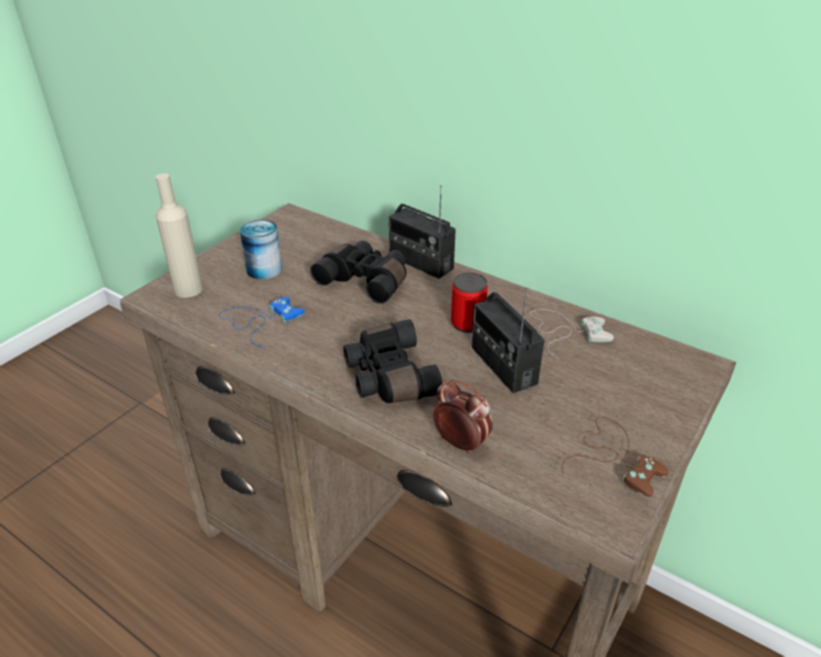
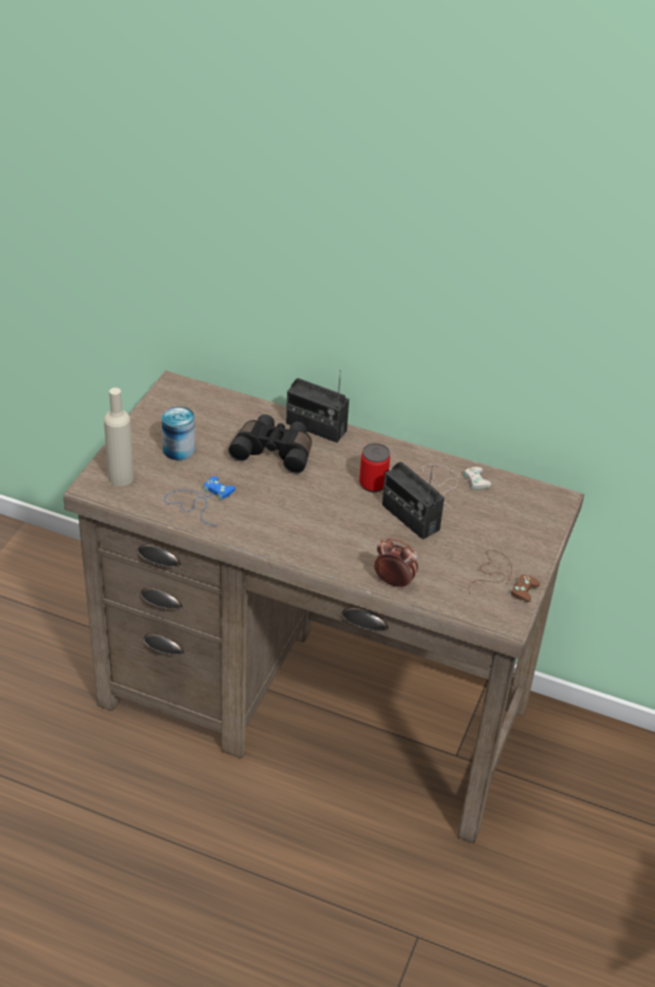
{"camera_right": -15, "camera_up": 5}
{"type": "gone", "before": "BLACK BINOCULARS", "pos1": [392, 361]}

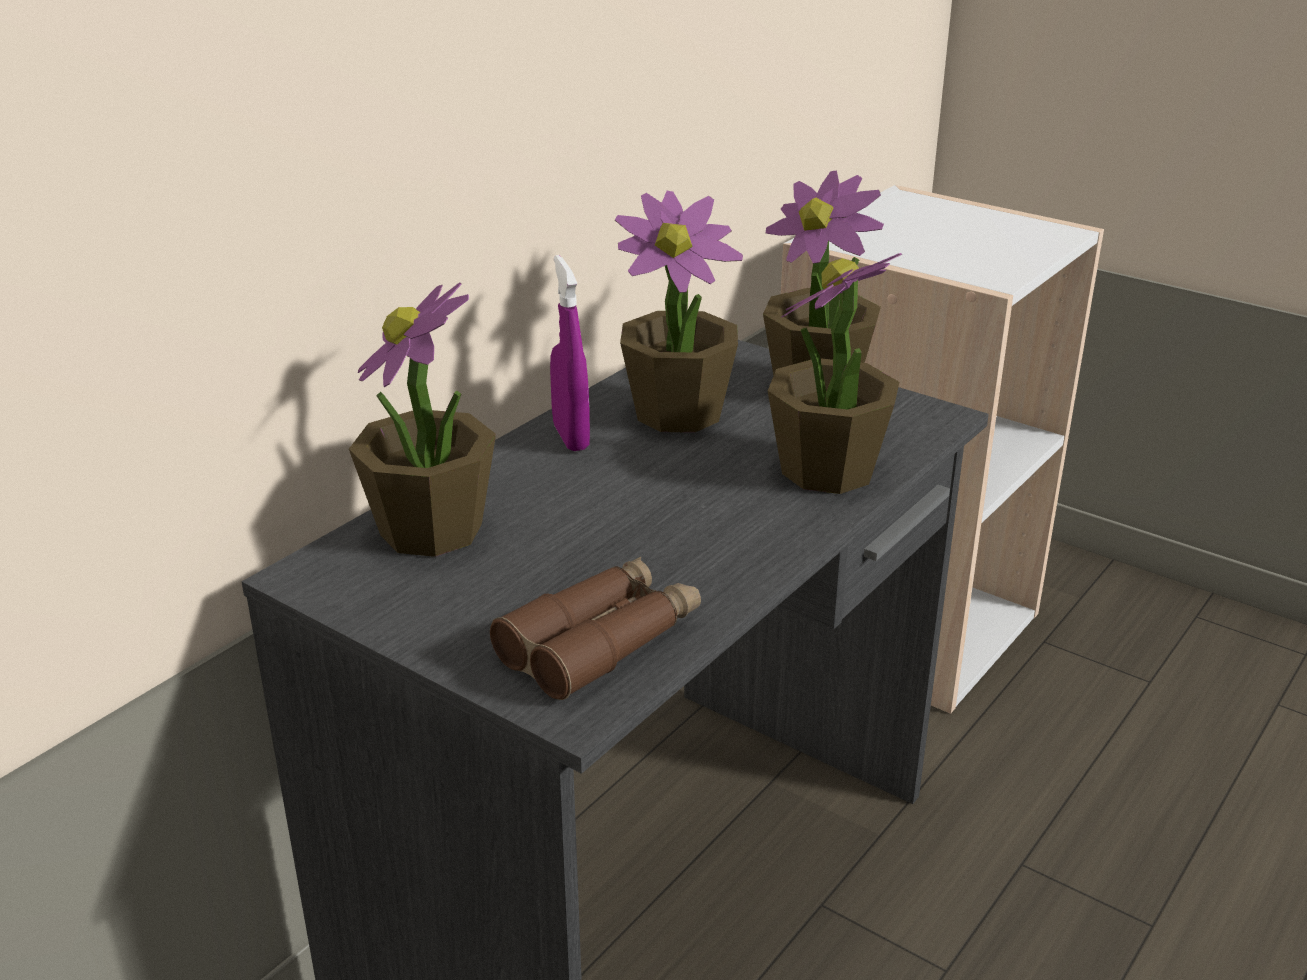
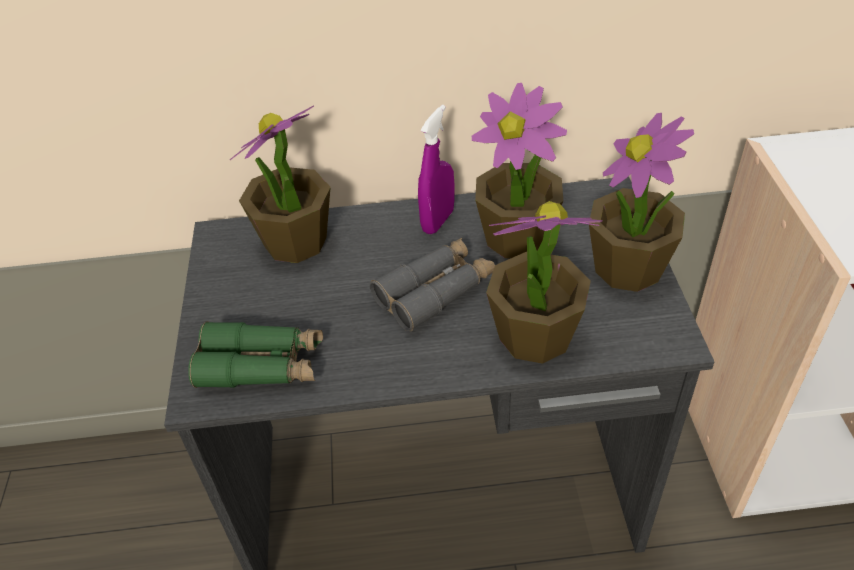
{"camera_right": 50, "camera_up": 15}
{"type": "repainted", "before": "BROWN BINOCULARS", "after": "GREEN BINOCULARS", "pos1": [595, 628], "pos2": [255, 354]}
{"type": "new", "after": "GREY BINOCULARS", "pos2": [432, 284]}

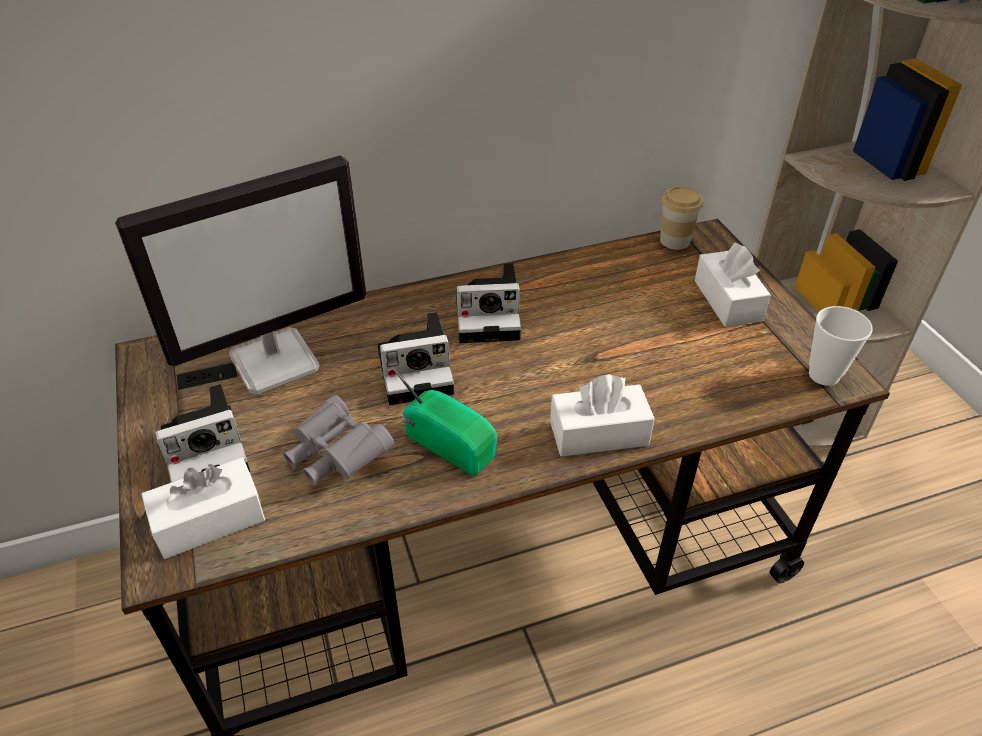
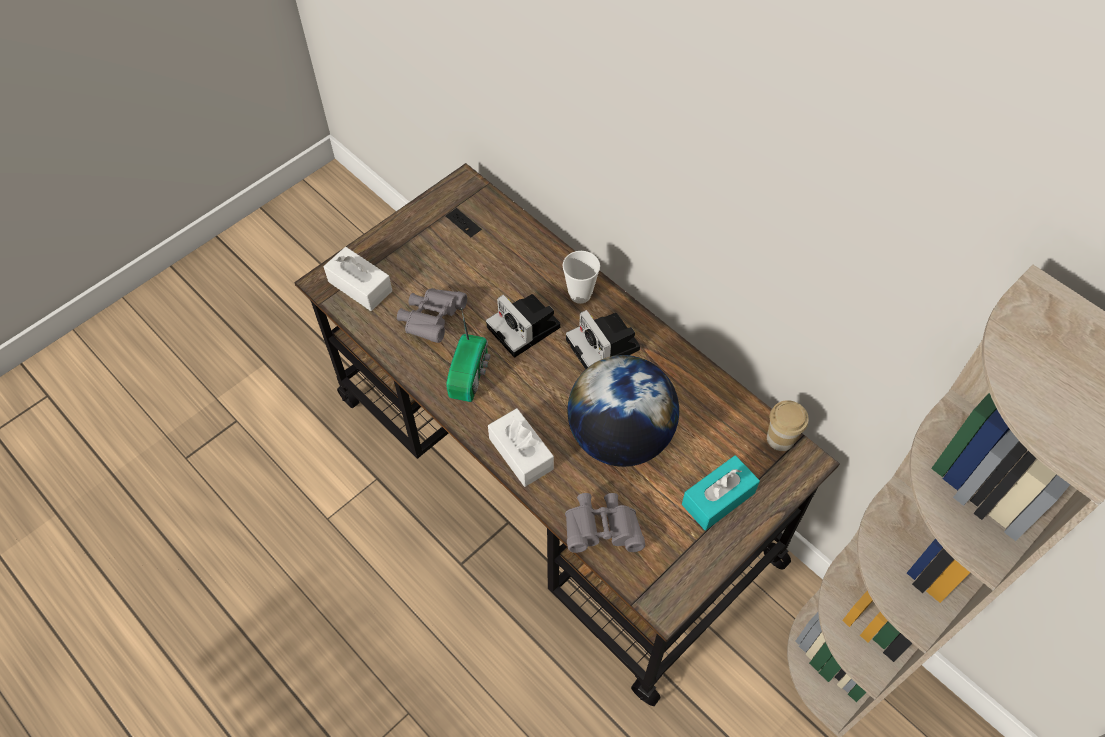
{"camera_right": 65, "camera_up": 15}
{"type": "shifted", "before": "CUP", "pos1": [841, 346], "pos2": [581, 277]}
{"type": "new", "after": "GREY BINOCULARS", "pos2": [605, 523]}
{"type": "new", "after": "GLOBE", "pos2": [623, 411]}
{"type": "repainted", "before": "WHITE TISSUE BOX", "after": "TURQUOISE TISSUE BOX", "pos1": [733, 285], "pos2": [721, 493]}
{"type": "gone", "before": "MONITOR", "pos1": [240, 274]}
{"type": "gone", "before": "PHOTO CAMERA", "pos1": [202, 433]}

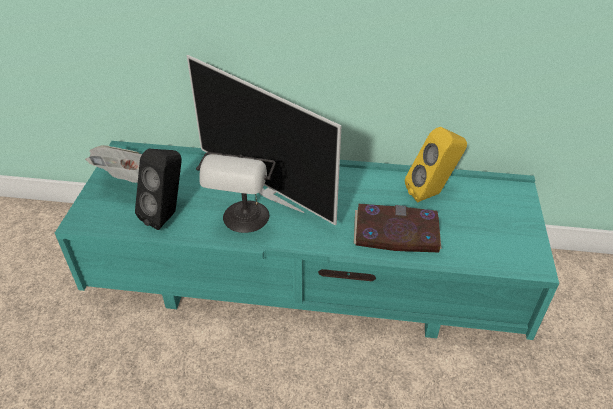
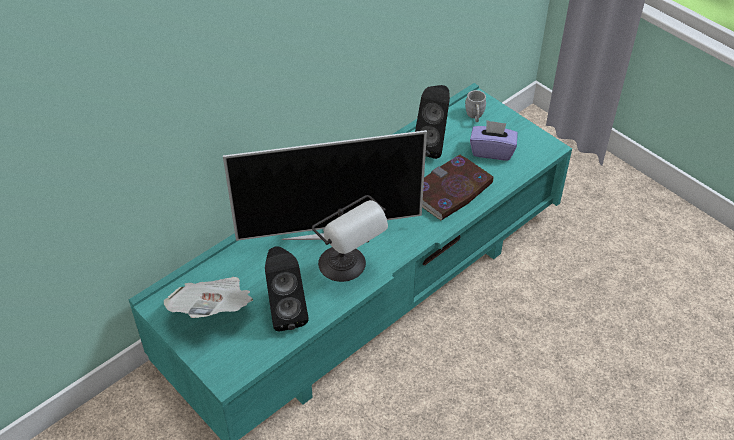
{"camera_right": -50, "camera_up": 5}
{"type": "repainted", "before": "YELLOW SPEAKER", "after": "BLACK SPEAKER", "pos1": [436, 164], "pos2": [432, 122]}
{"type": "new", "after": "GREY MUG", "pos2": [475, 106]}
{"type": "new", "after": "PURPLE TISSUE BOX", "pos2": [494, 140]}

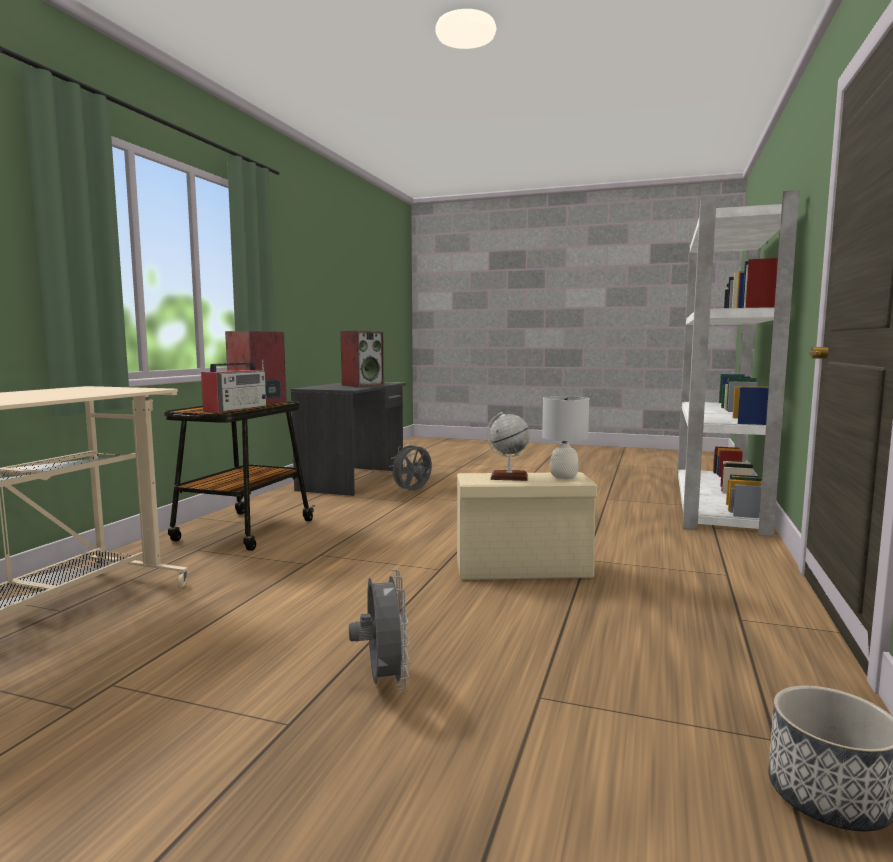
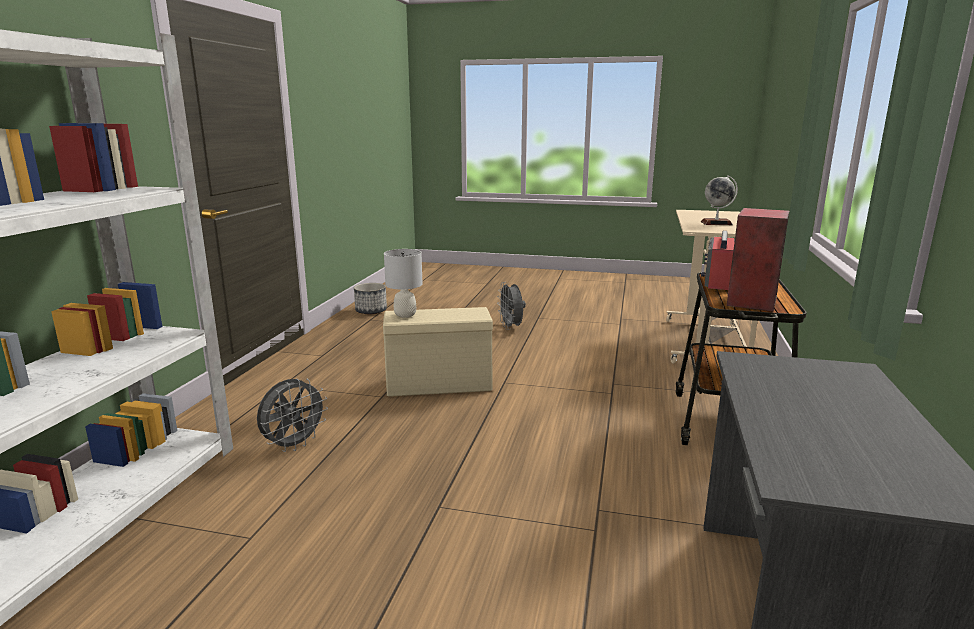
{"camera_right": 175, "camera_up": 10}
{"type": "shifted", "before": "GREY FAN", "pos1": [410, 467], "pos2": [292, 415]}
{"type": "shifted", "before": "GLOBE", "pos1": [508, 446], "pos2": [719, 200]}
{"type": "gone", "before": "SPEAKER", "pos1": [362, 359]}

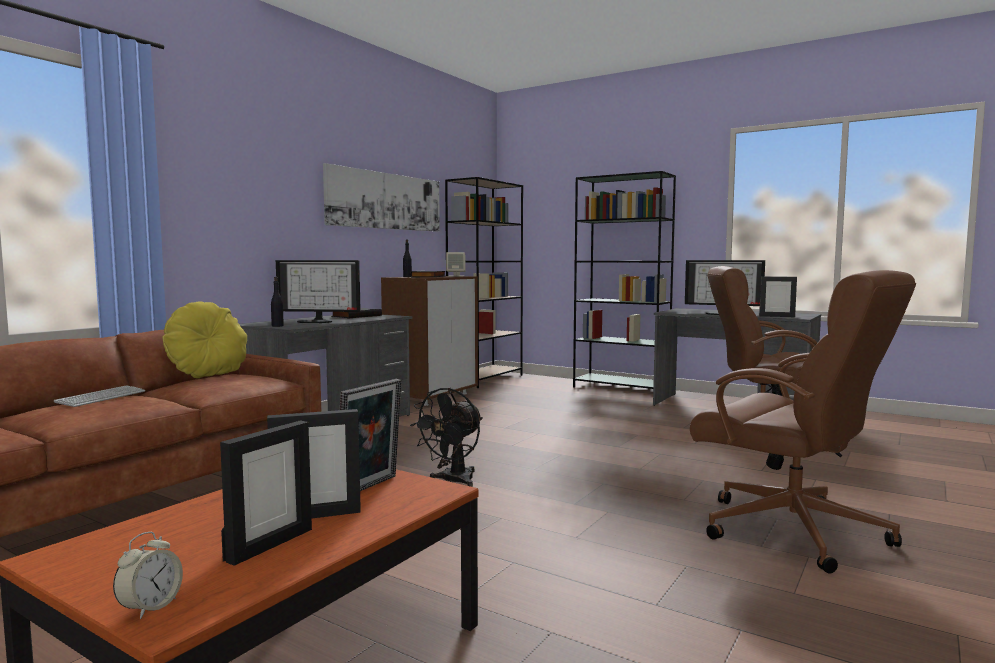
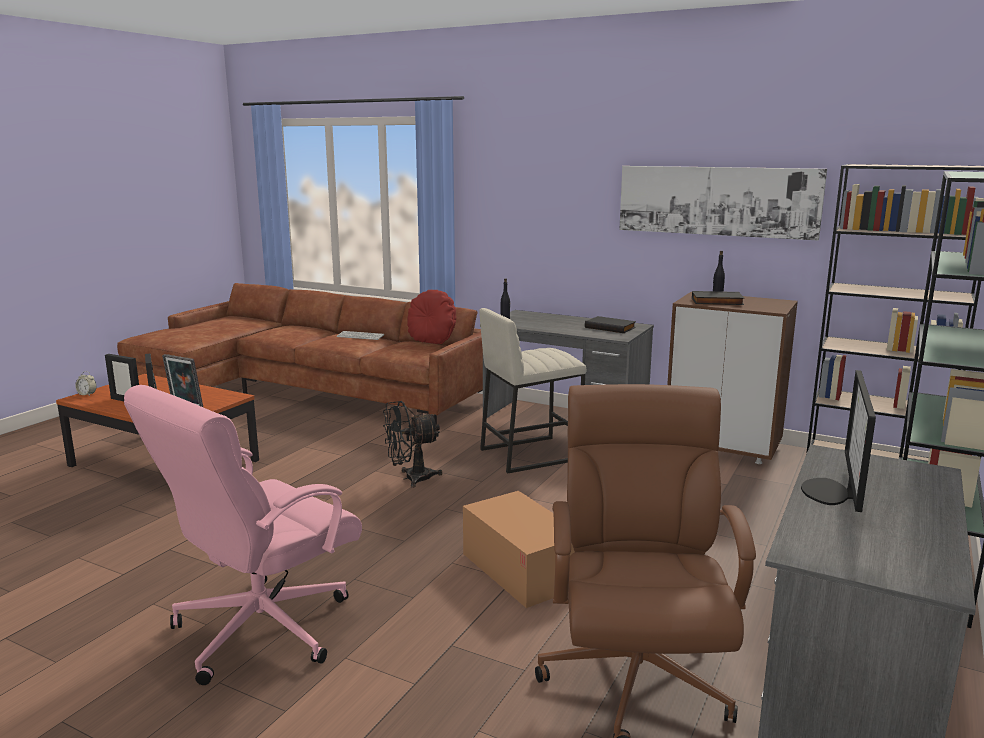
{"camera_right": 85, "camera_up": 10}
{"type": "repainted", "before": "BROWN OFFICE CHAIR", "after": "PINK OFFICE CHAIR", "pos1": [803, 421], "pos2": [243, 535]}
{"type": "rotated", "before": "BLACK FAN", "pos1": [446, 437], "pos2": [412, 444], "turn": -45}
{"type": "repainted", "before": "YELLOW PILLOW", "after": "RED PILLOW", "pos1": [204, 339], "pos2": [431, 317]}
{"type": "new", "after": "CARDBOARD BOX", "pos2": [519, 549]}
{"type": "new", "after": "BEIGE STOOL", "pos2": [532, 391]}
{"type": "gone", "before": "MONITOR", "pos1": [318, 291]}
{"type": "gone", "before": "BEIGE SPEAKER", "pos1": [456, 264]}
{"type": "gone", "before": "PICTURE FRAME", "pos1": [778, 296]}

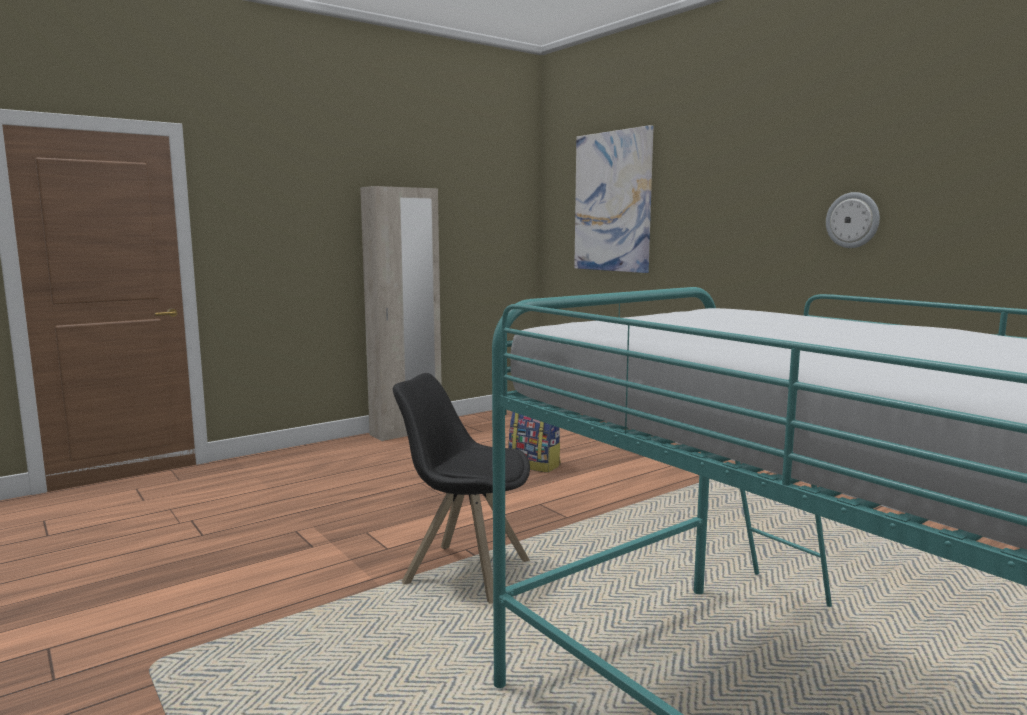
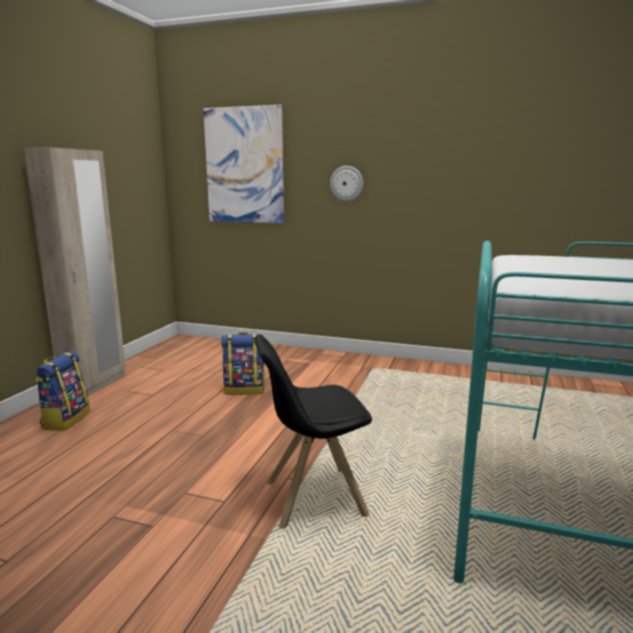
{"camera_right": -35, "camera_up": 5}
{"type": "new", "after": "BACKPACK", "pos2": [62, 391]}
{"type": "shifted", "before": "WALL CLOCK", "pos1": [853, 220], "pos2": [346, 183]}

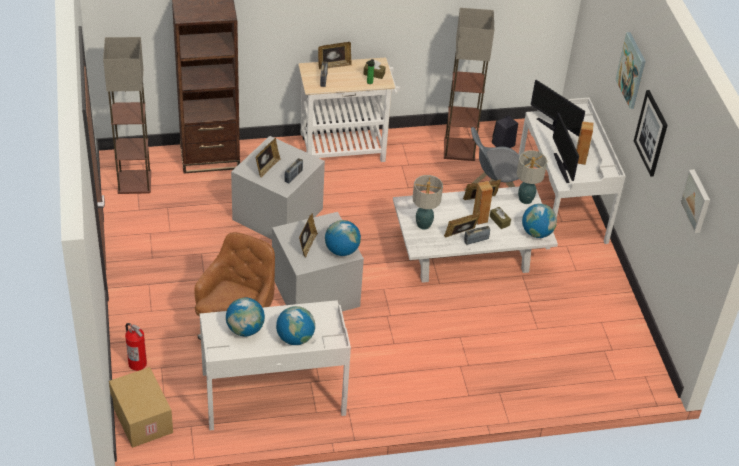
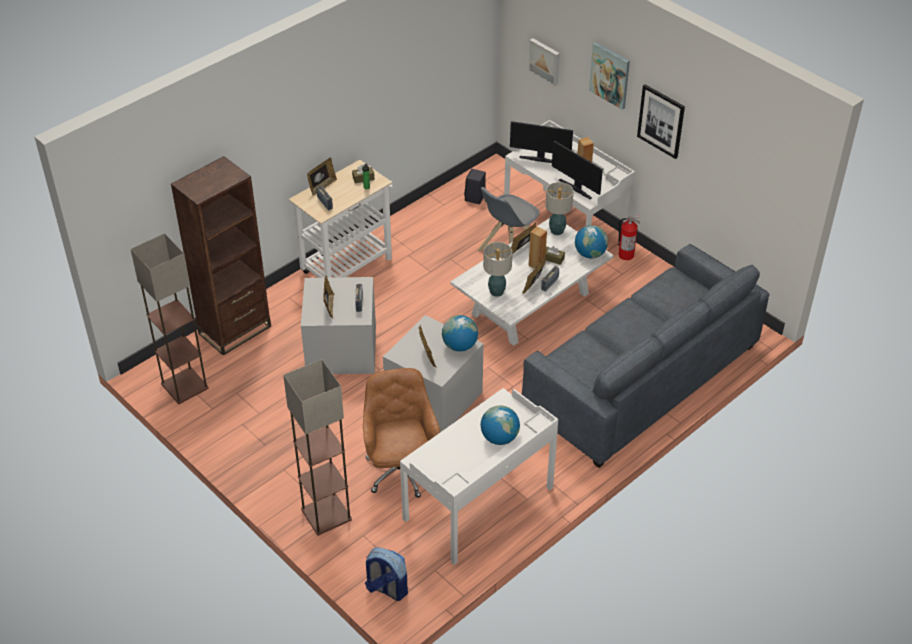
{"camera_right": -30, "camera_up": 0}
{"type": "shifted", "before": "FLOOR LAMP", "pos1": [469, 84], "pos2": [317, 447]}
{"type": "swapped", "before": "CARDBOARD BOX", "after": "BACKPACK", "pos1": [141, 407], "pos2": [386, 574]}
{"type": "new", "after": "GREY SOFA", "pos2": [646, 356]}
{"type": "shifted", "before": "PICTURE", "pos1": [694, 201], "pos2": [544, 62]}
{"type": "shifted", "before": "FIRE EXTINGUISHER", "pos1": [136, 347], "pos2": [629, 238]}
{"type": "gone", "before": "GLOBE", "pos1": [245, 316]}

